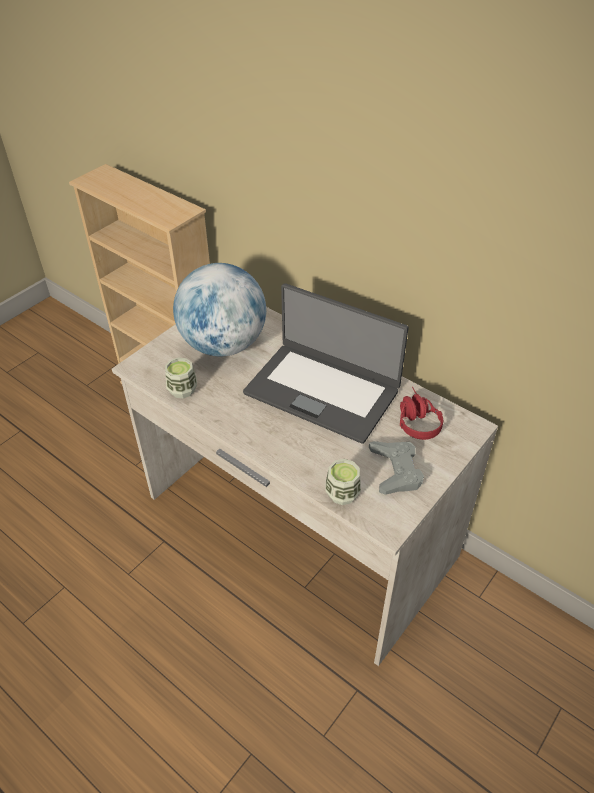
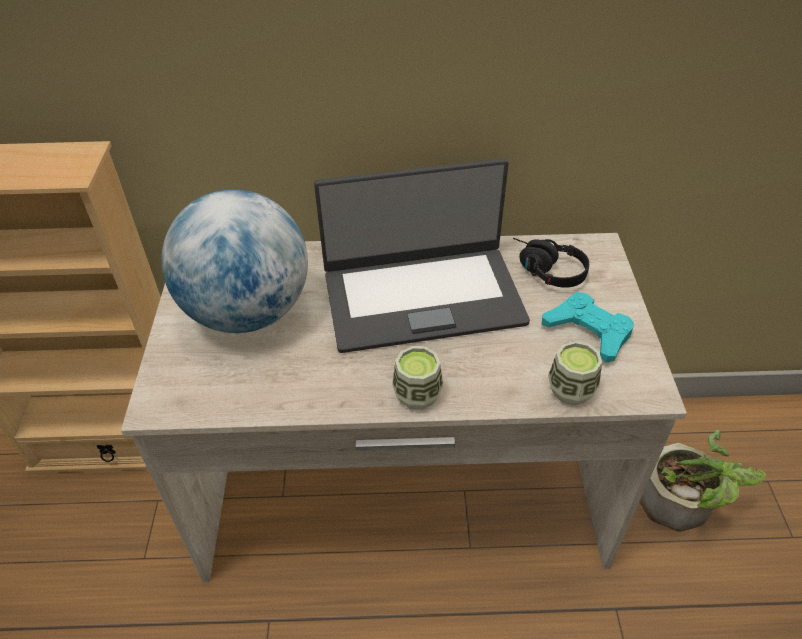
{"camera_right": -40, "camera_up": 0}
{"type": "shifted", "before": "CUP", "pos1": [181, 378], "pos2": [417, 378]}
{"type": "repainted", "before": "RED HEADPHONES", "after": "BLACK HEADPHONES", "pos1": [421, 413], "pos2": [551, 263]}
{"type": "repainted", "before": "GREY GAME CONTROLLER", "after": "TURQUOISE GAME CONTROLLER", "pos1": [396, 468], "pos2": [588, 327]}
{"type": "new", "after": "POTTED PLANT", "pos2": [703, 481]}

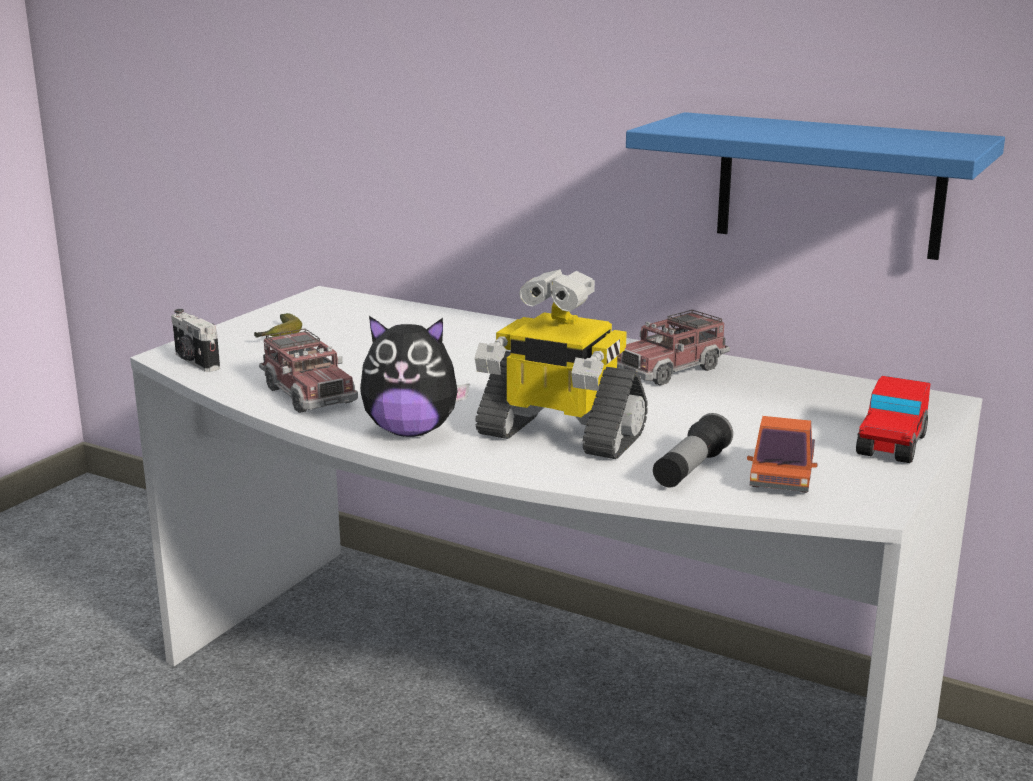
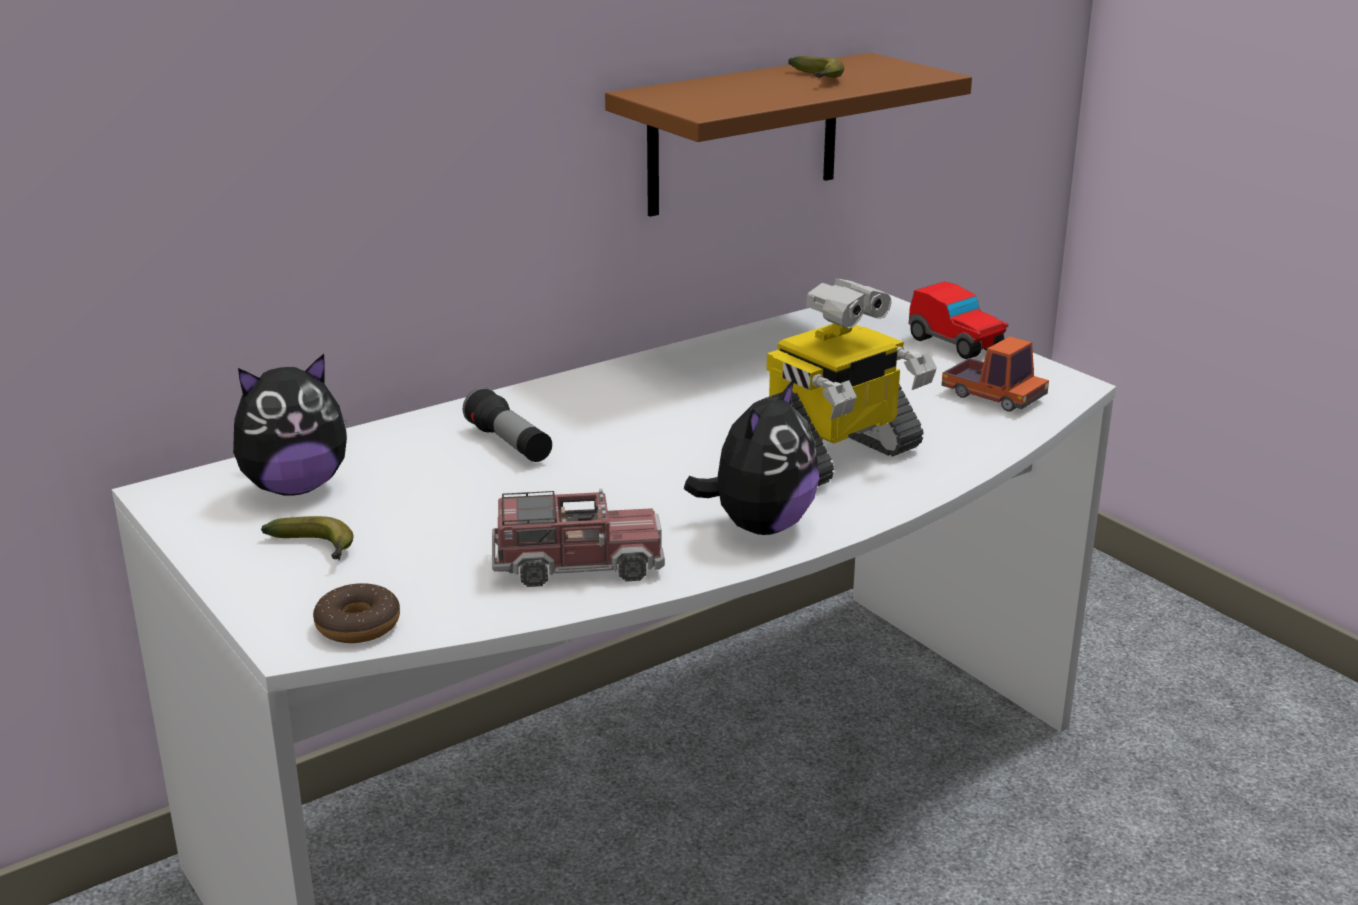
{"camera_right": -65, "camera_up": 5}
{"type": "new", "after": "PLUSH TOY", "pos2": [290, 425]}
{"type": "swapped", "before": "PHOTO CAMERA", "after": "DONUT", "pos1": [195, 340], "pos2": [356, 613]}
{"type": "shifted", "before": "FLASHLIGHT", "pos1": [693, 450], "pos2": [507, 424]}
{"type": "repainted", "before": "BLUE SHELF", "after": "BROWN SHELF", "pos1": [815, 186], "pos2": [788, 135]}
{"type": "new", "after": "BANANA", "pos2": [816, 67]}
{"type": "gone", "before": "TOY TRUCK", "pos1": [673, 348]}

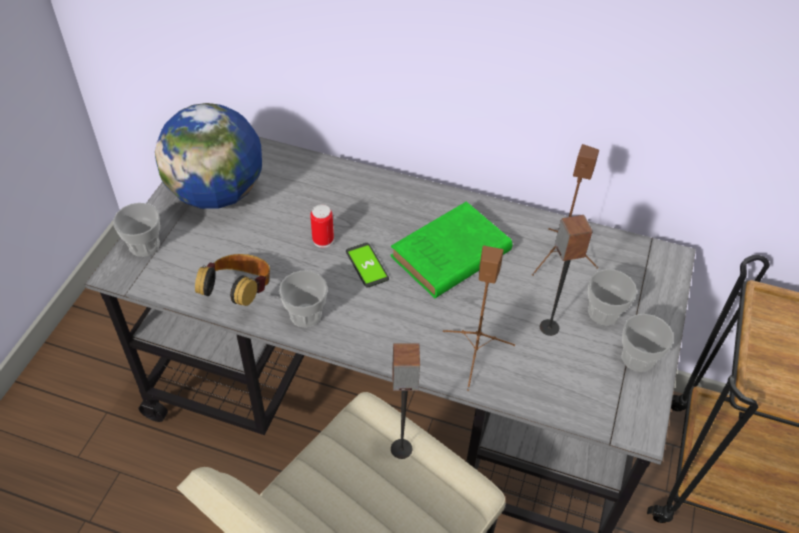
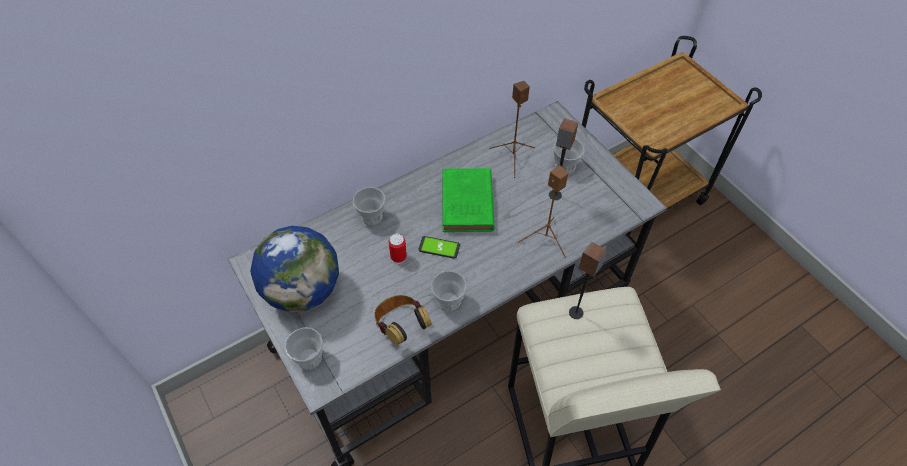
{"camera_right": -50, "camera_up": 5}
{"type": "shifted", "before": "CUP", "pos1": [648, 343], "pos2": [369, 206]}

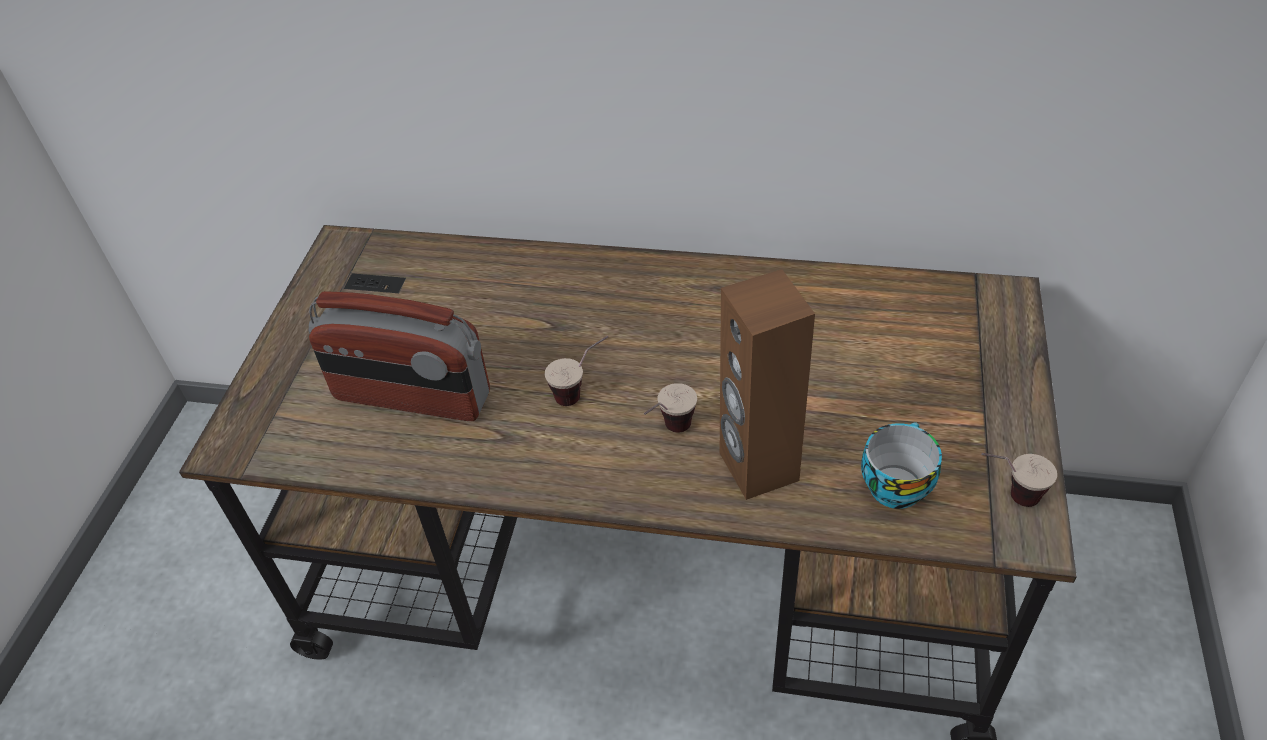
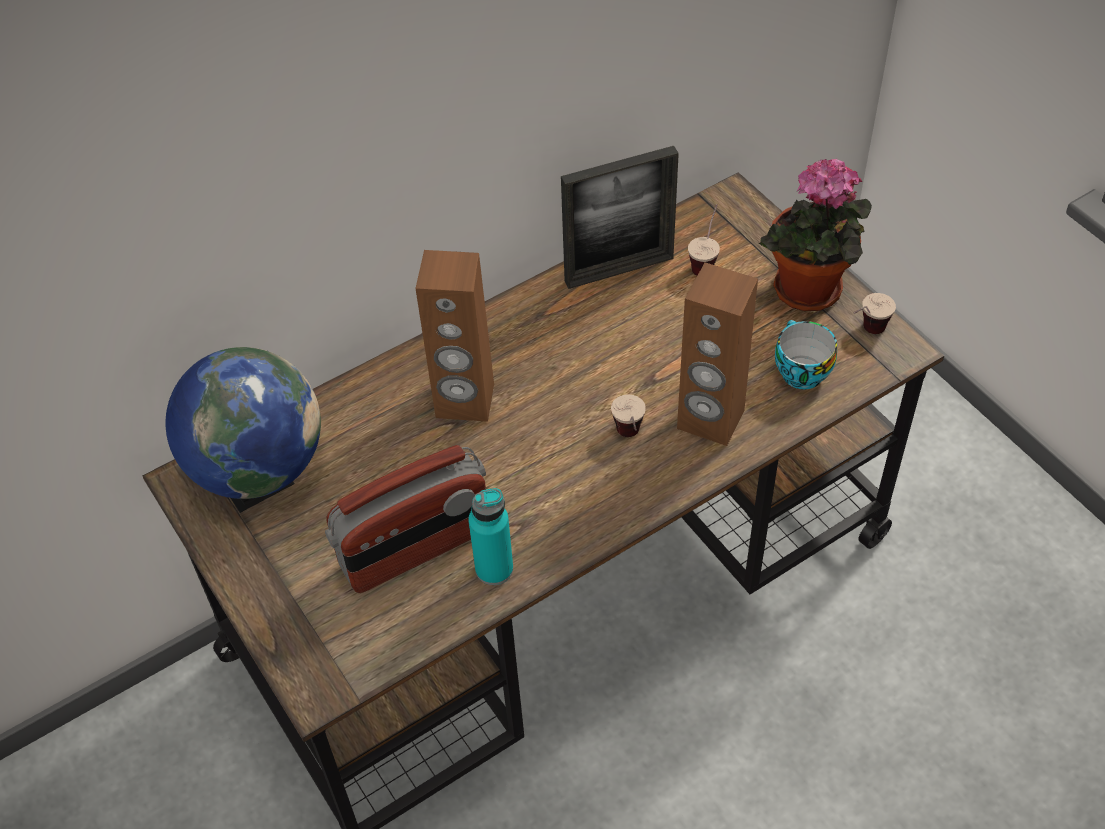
{"camera_right": -45, "camera_up": 5}
{"type": "new", "after": "GLOBE", "pos2": [243, 423]}
{"type": "new", "after": "BROWN SPEAKER", "pos2": [454, 336]}
{"type": "new", "after": "TURQUOISE BOTTLE", "pos2": [490, 536]}
{"type": "new", "after": "PICTURE FRAME", "pos2": [620, 217]}
{"type": "shifted", "before": "CUP", "pos1": [576, 371], "pos2": [704, 240]}
{"type": "new", "after": "POTTED PLANT", "pos2": [815, 234]}

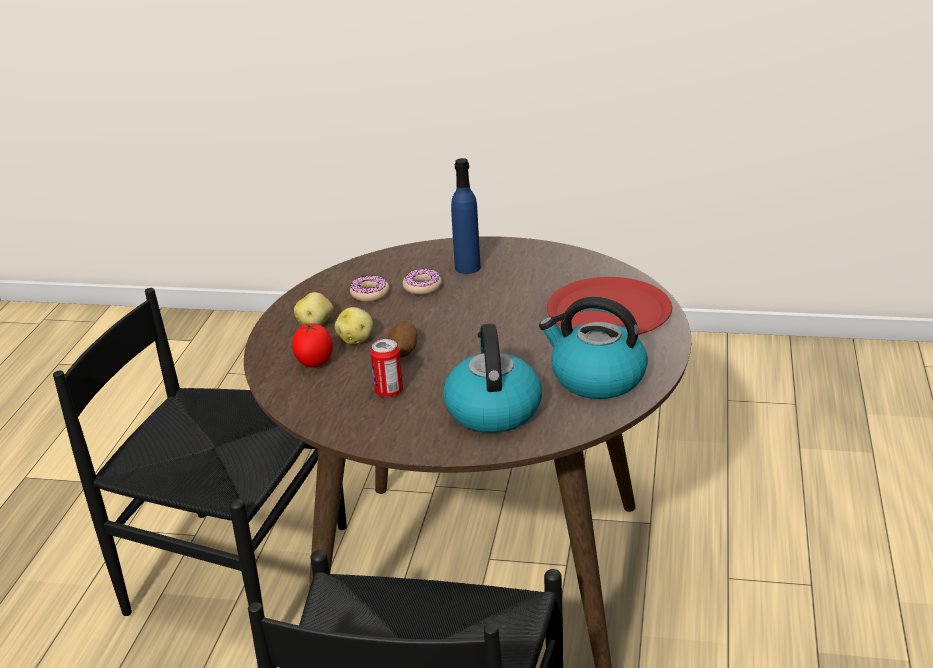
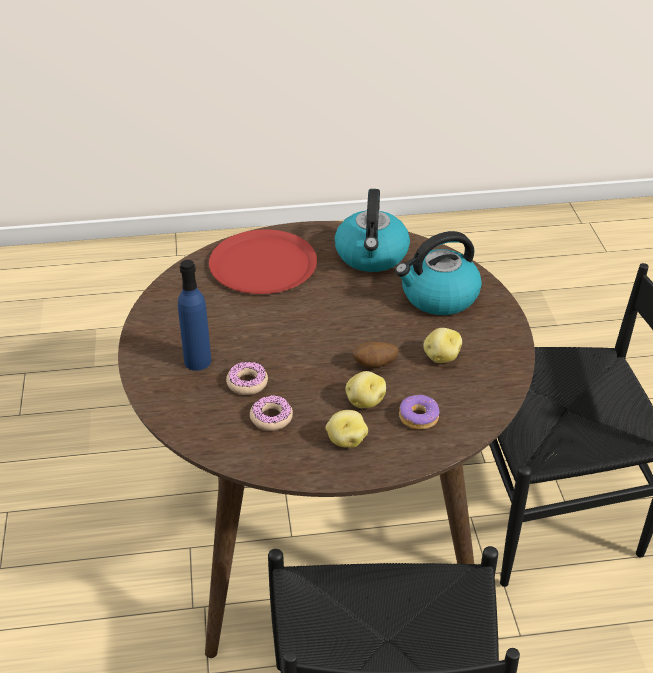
{"camera_right": -110, "camera_up": 10}
{"type": "swapped", "before": "TOMATO", "after": "DONUT", "pos1": [312, 345], "pos2": [419, 412]}
{"type": "swapped", "before": "CAN", "after": "POTATO", "pos1": [386, 368], "pos2": [442, 345]}

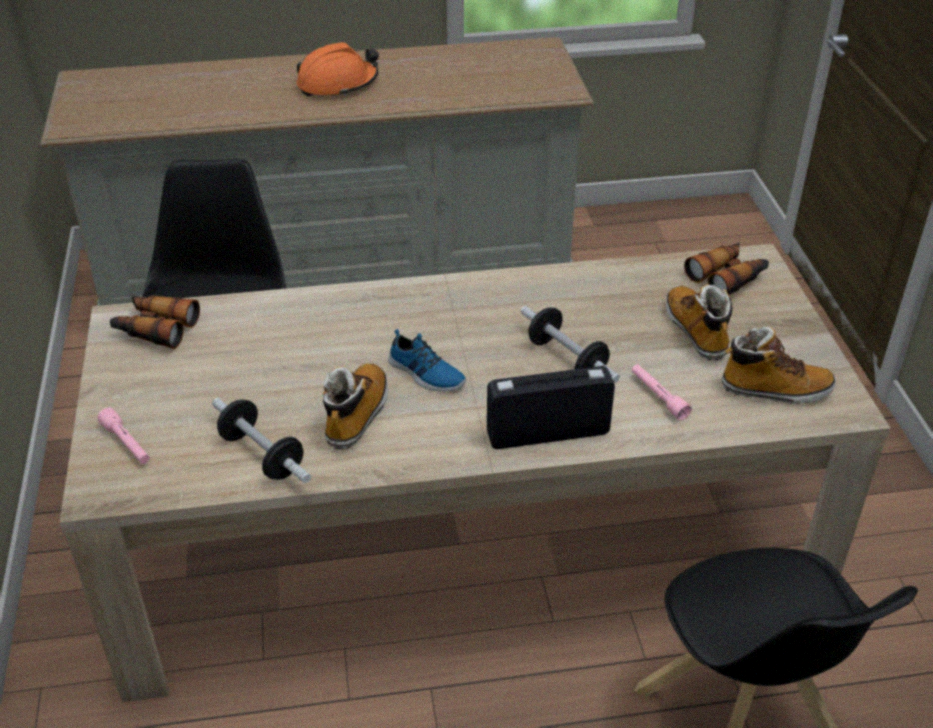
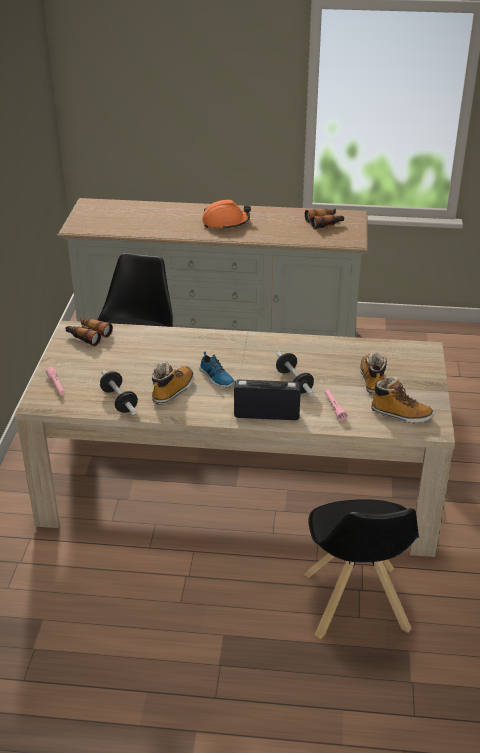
{"camera_right": 15, "camera_up": -5}
{"type": "shifted", "before": "BINOCULARS", "pos1": [726, 269], "pos2": [324, 219]}

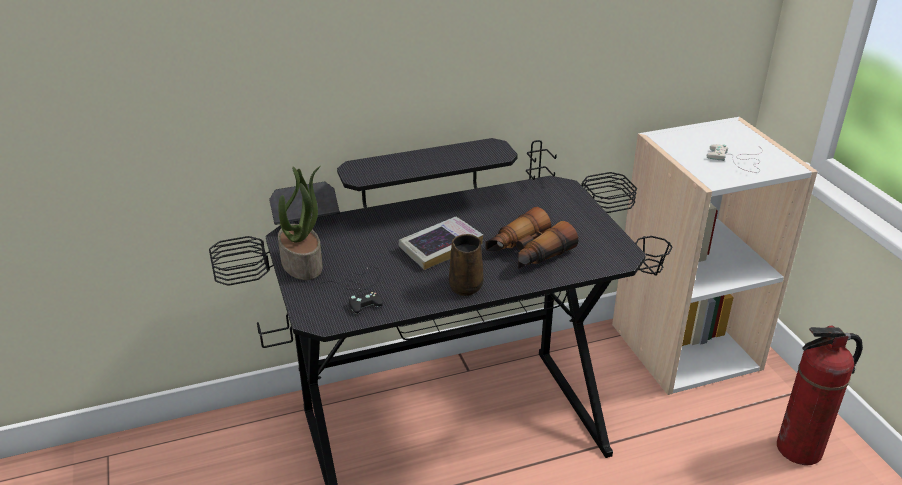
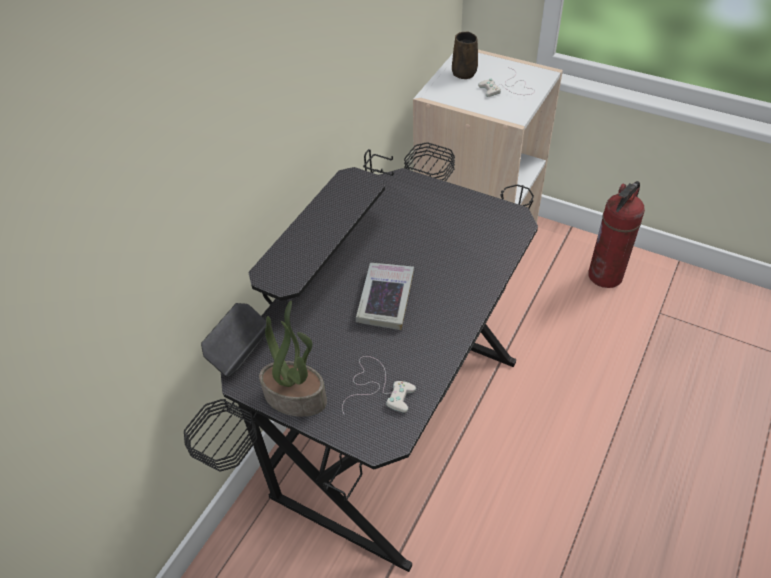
{"camera_right": -40, "camera_up": 15}
{"type": "repainted", "before": "BLACK GAME CONTROLLER", "after": "WHITE GAME CONTROLLER", "pos1": [349, 290], "pos2": [379, 385]}
{"type": "shifted", "before": "BROWN MUG", "pos1": [466, 265], "pos2": [465, 55]}
{"type": "gone", "before": "BINOCULARS", "pos1": [531, 238]}

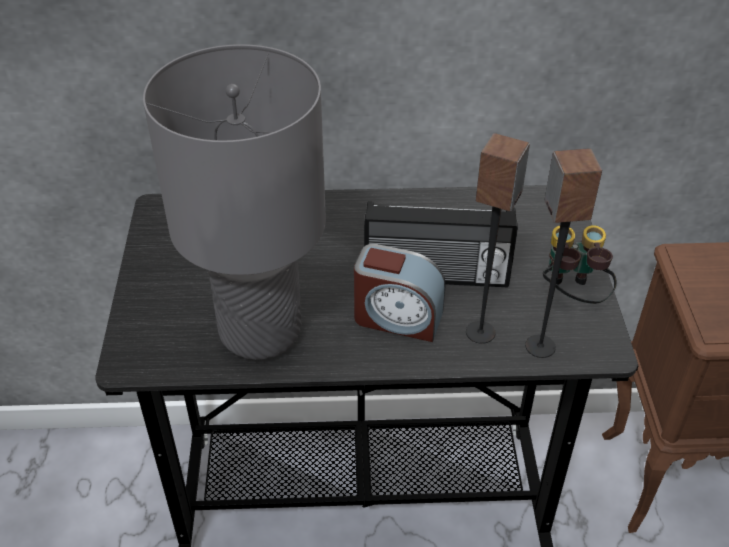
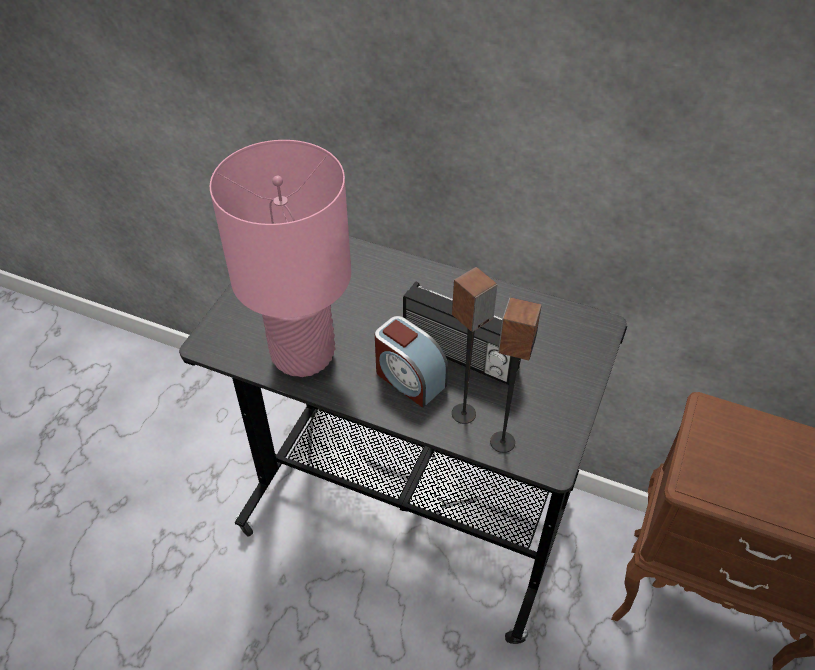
{"camera_right": 25, "camera_up": 5}
{"type": "repainted", "before": "GREY TABLE LAMP", "after": "PINK TABLE LAMP", "pos1": [234, 202], "pos2": [280, 258]}
{"type": "gone", "before": "BINOCULARS", "pos1": [580, 264]}

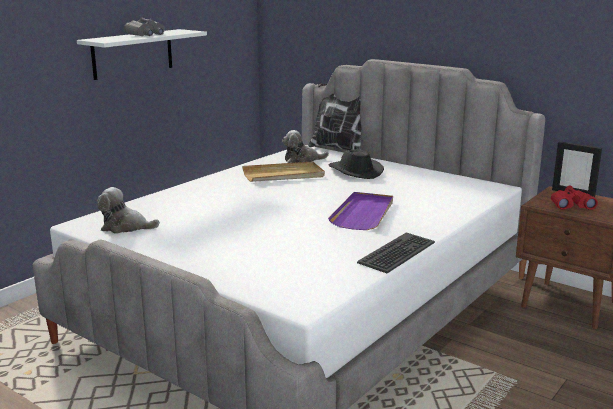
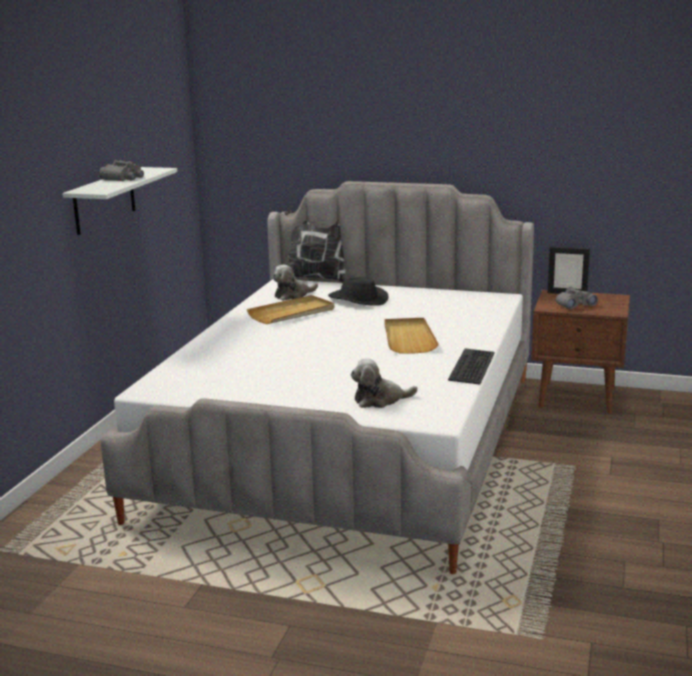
{"camera_right": -20, "camera_up": 0}
{"type": "shifted", "before": "PLUSH TOY", "pos1": [128, 210], "pos2": [384, 383]}
{"type": "repainted", "before": "PURPLE TRAY", "after": "BEIGE TRAY", "pos1": [360, 211], "pos2": [411, 336]}
{"type": "repainted", "before": "RED BINOCULARS", "after": "GREY BINOCULARS", "pos1": [574, 197], "pos2": [577, 297]}

